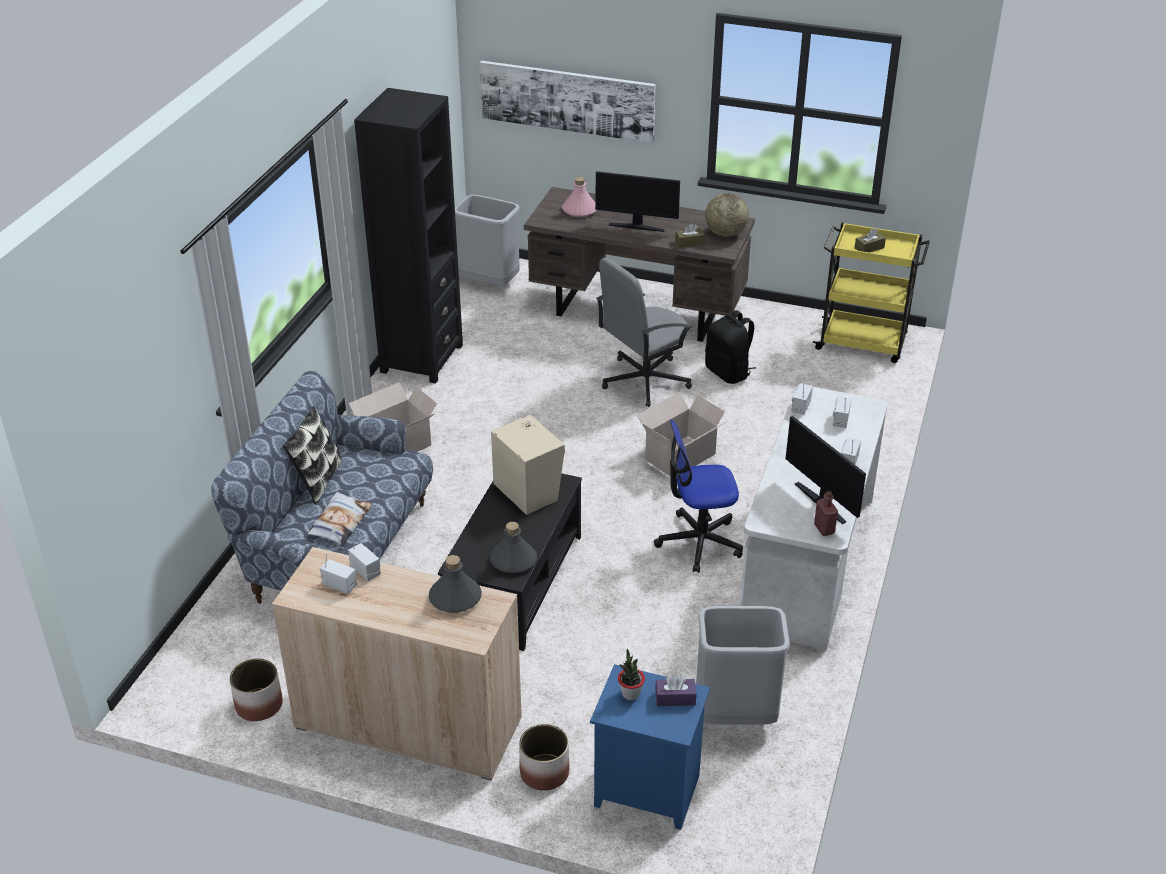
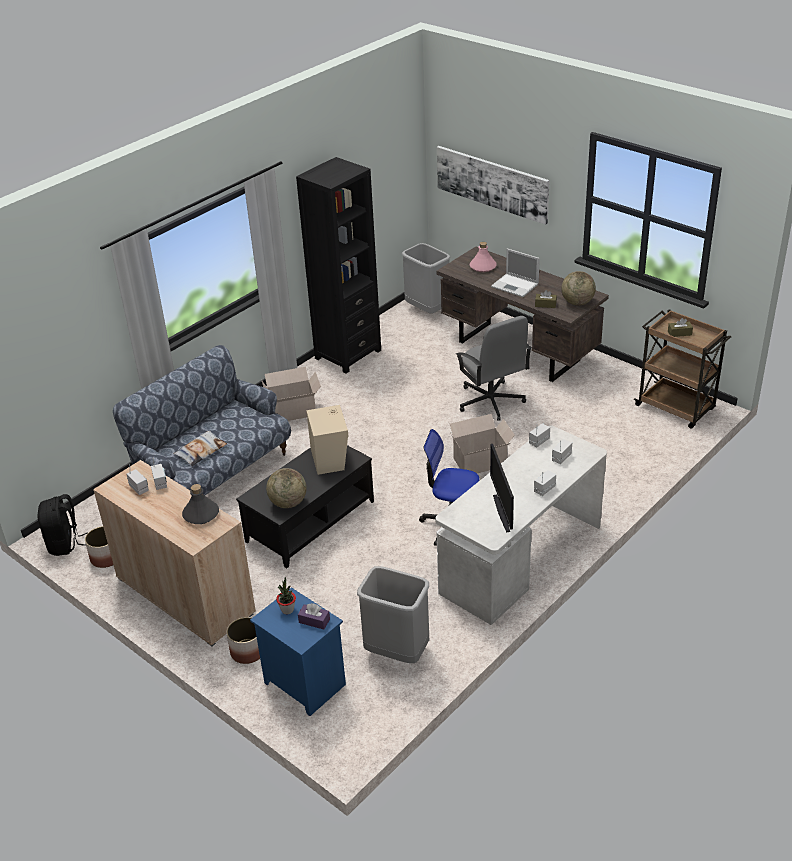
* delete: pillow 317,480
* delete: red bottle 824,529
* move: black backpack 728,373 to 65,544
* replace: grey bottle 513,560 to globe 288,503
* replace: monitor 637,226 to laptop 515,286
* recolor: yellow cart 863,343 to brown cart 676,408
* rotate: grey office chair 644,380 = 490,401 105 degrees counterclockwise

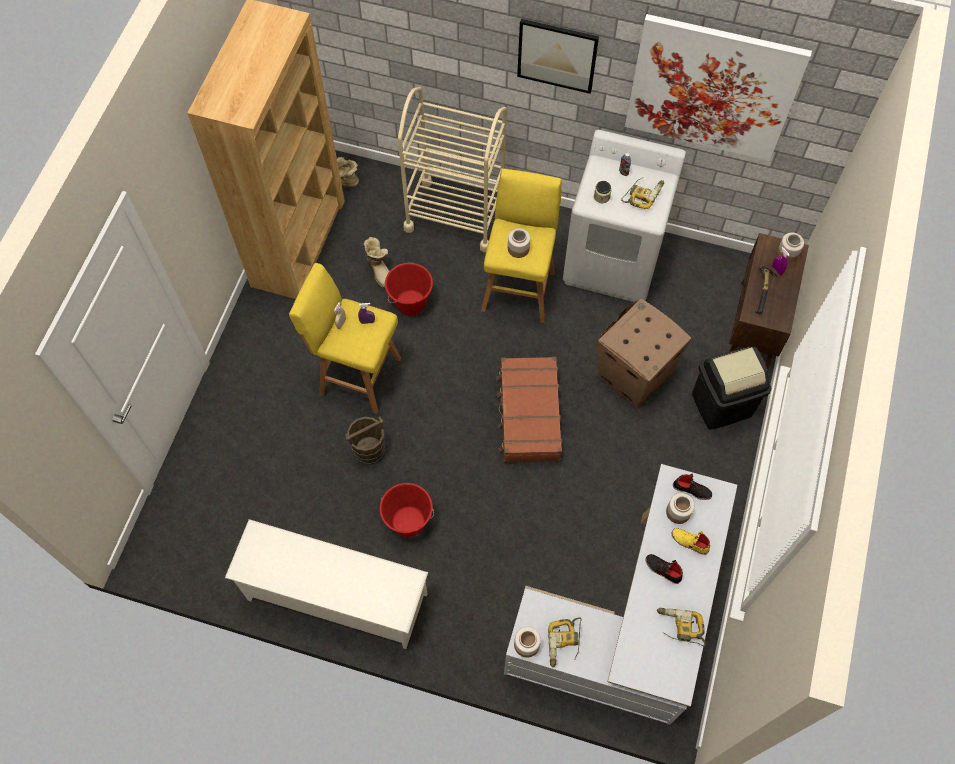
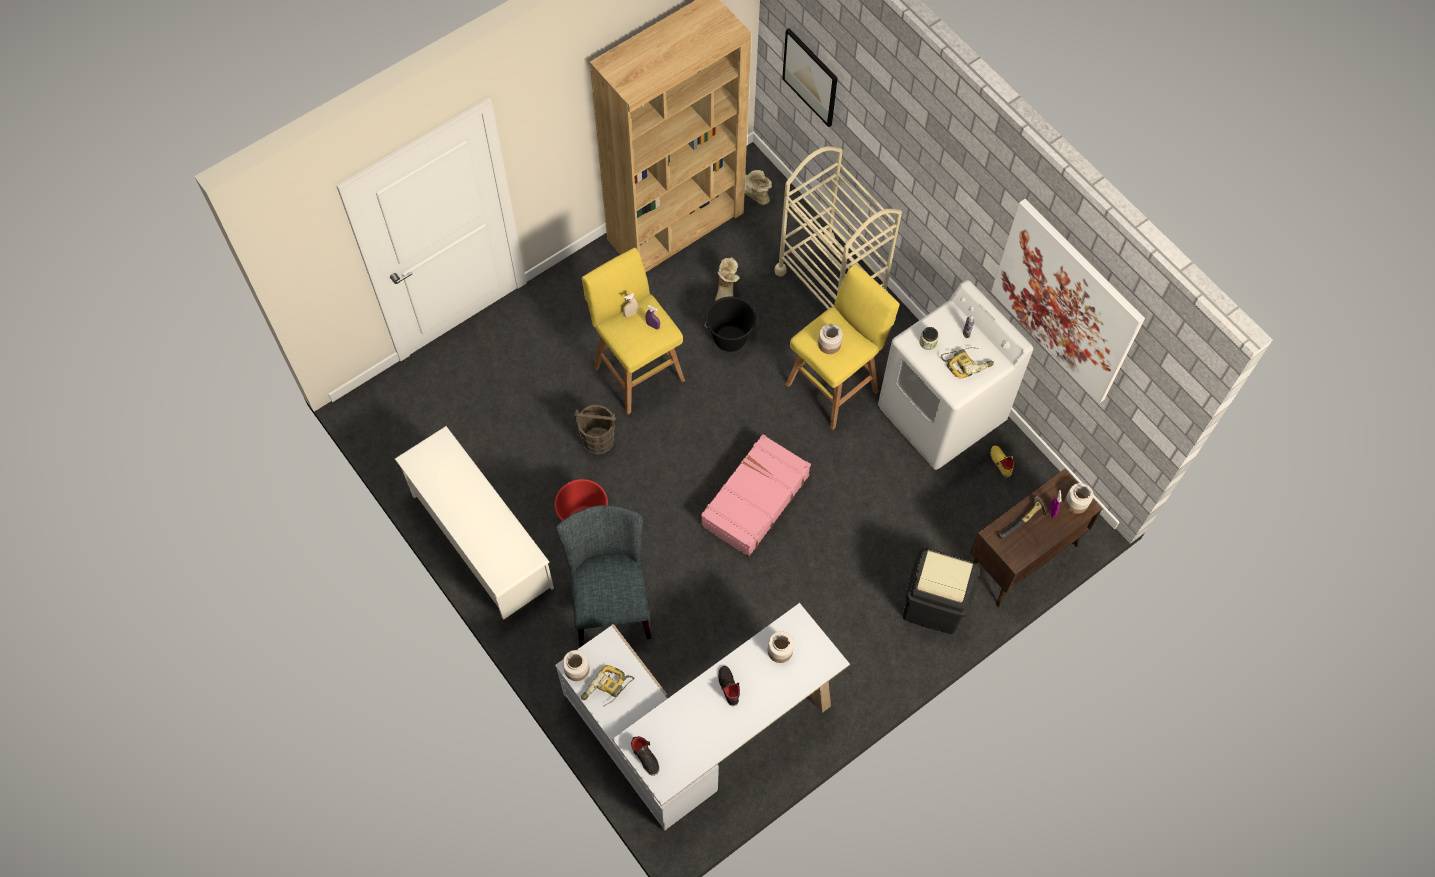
* delete: cardboard box 633,375
* delete: power drill 680,627
* insert: grey chair 610,600
* move: picture 557,55 to 810,77
* move: yellow shoe 689,542 to 1000,462
* move: black shoe 692,490 to 645,757
* recolor: red bucket 411,303 to black bucket 730,339
* recolor: brown suitcase 528,415 to pink suitcase 754,500

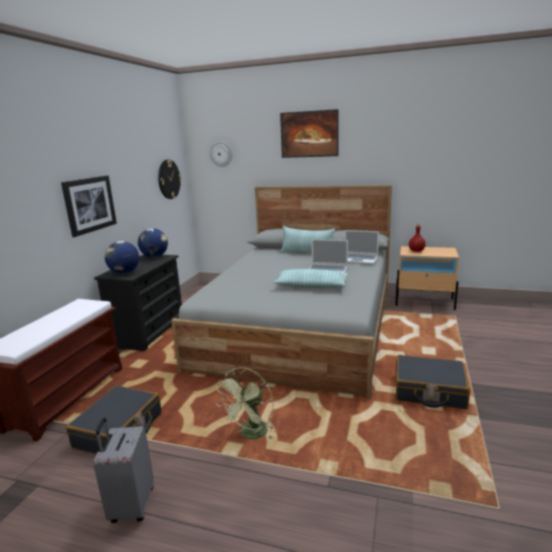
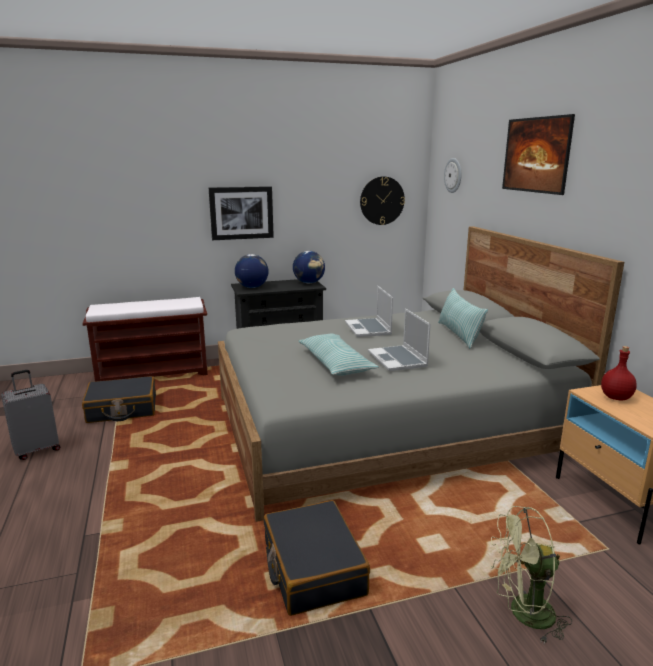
* move: green fan 251,435 to 523,614
* move: laptop 359,260 to 368,329

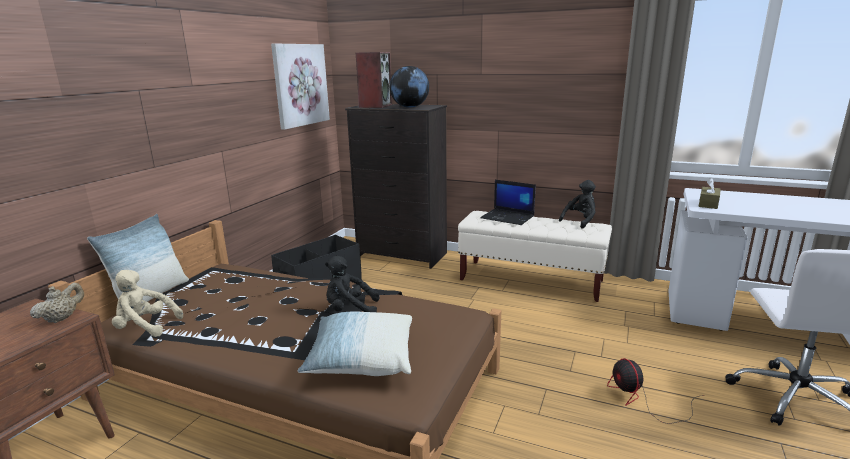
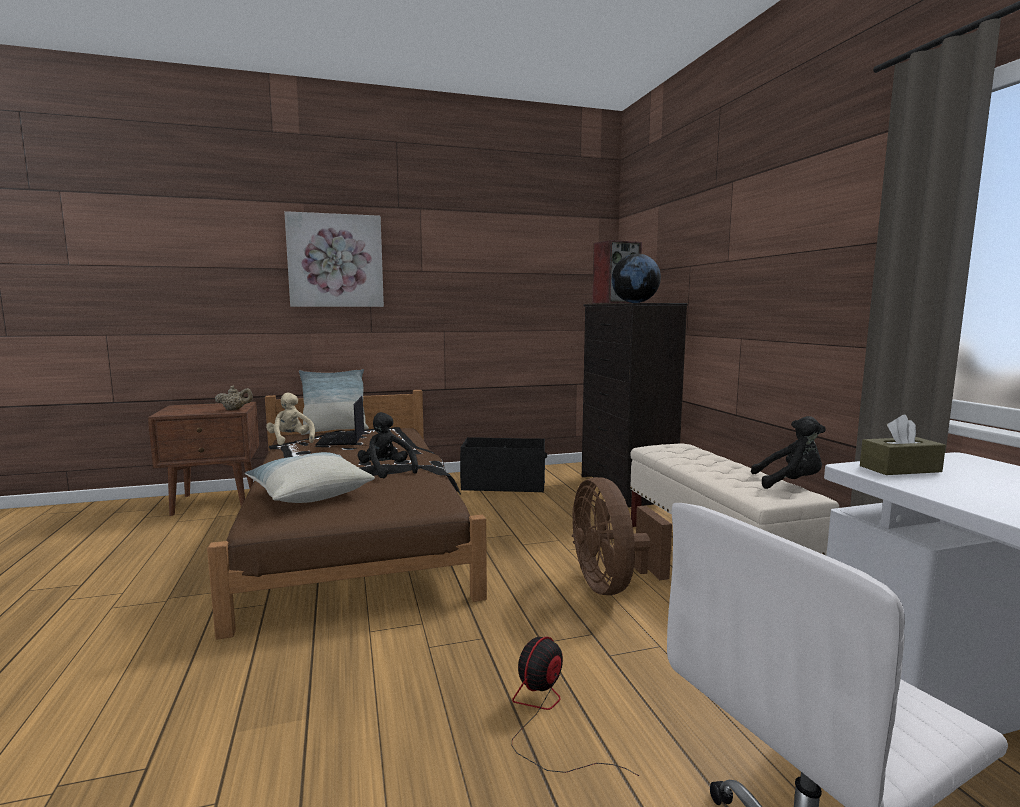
* insert: brown fan 612,585
* move: picture 300,85 to 335,261
* move: laptop 508,217 to 342,439

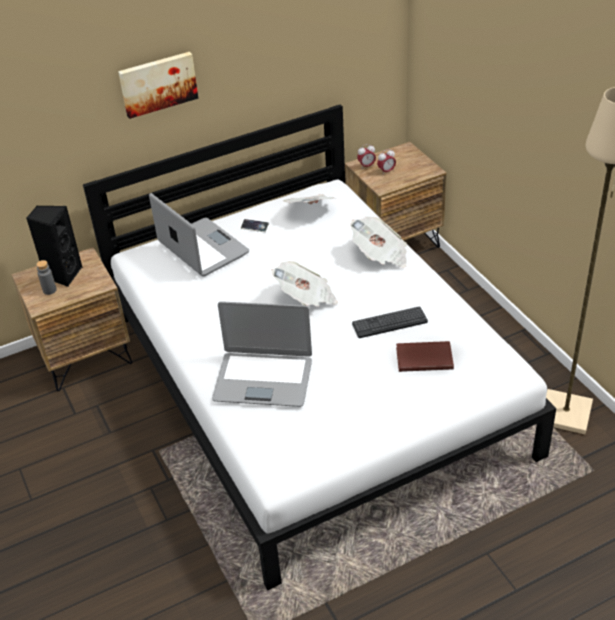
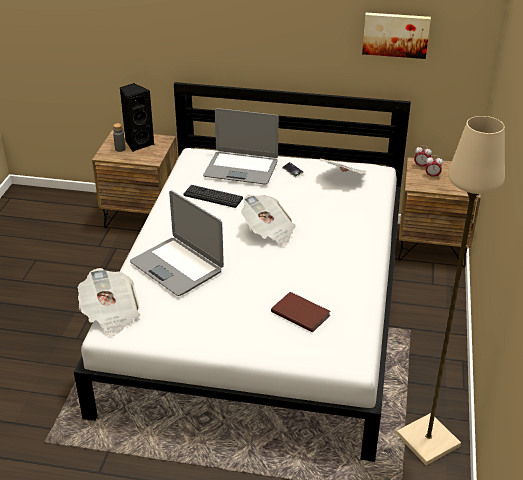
* move: picture 158,83 to 396,34
* move: newspaper 380,255 to 110,314
* move: keyboard 389,323 to 213,197
* rotate: laptop 202,249 = 241,168 105 degrees clockwise

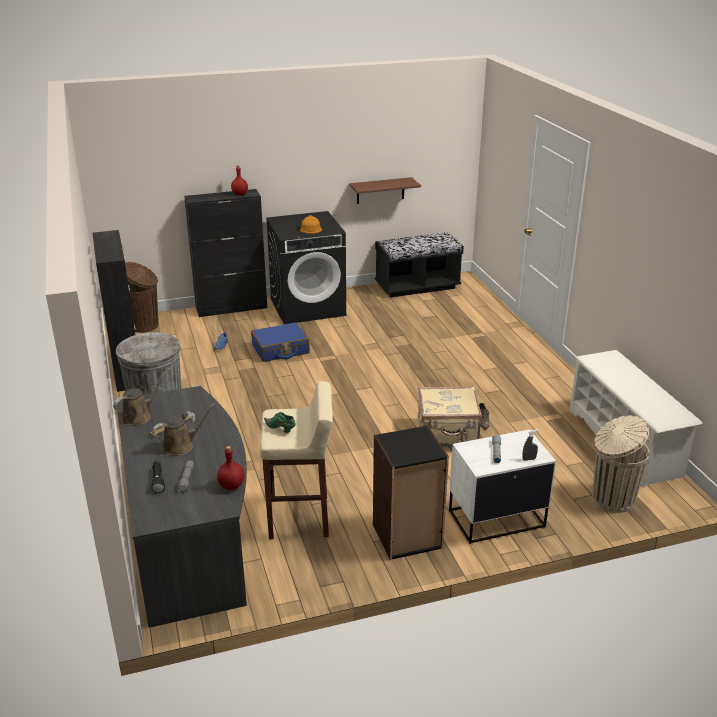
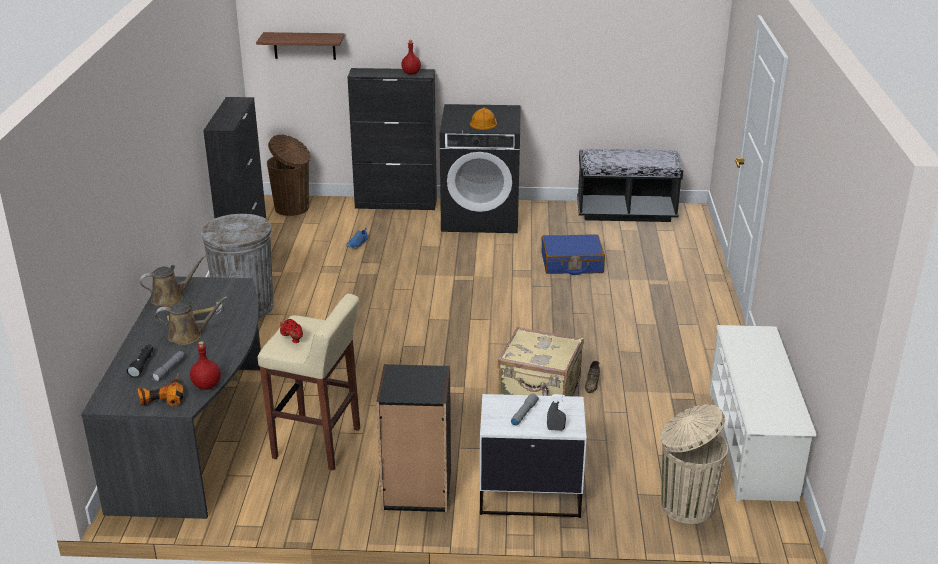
* insert: power drill 161,396
* move: blue suitcase 280,350 to 571,263
* move: shelf 380,190 to 304,45
* recolor: green shoe 280,429 to red shoe 291,338

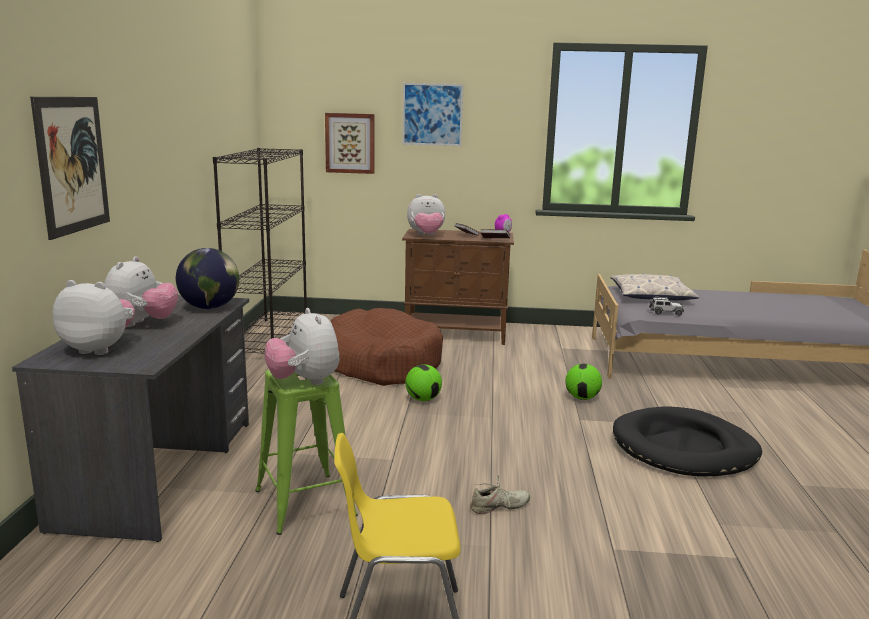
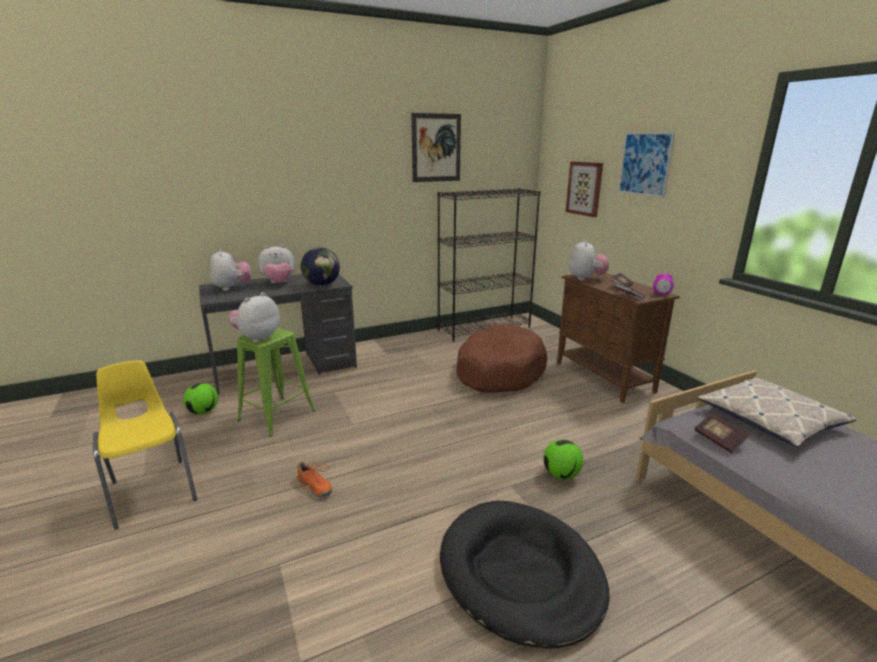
* move: picture 72,165 to 436,148
* move: football 423,399 to 203,412
* replace: toy car 665,312 to book 719,440
* recolor: beige shoe 499,507 to orange shoe 314,486
* rotate: plush toy 426,235 = 586,278 135 degrees counterclockwise

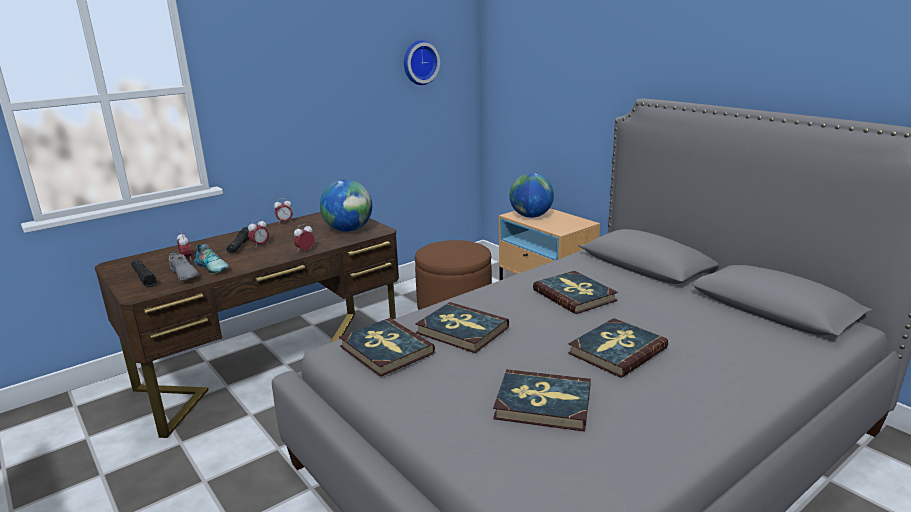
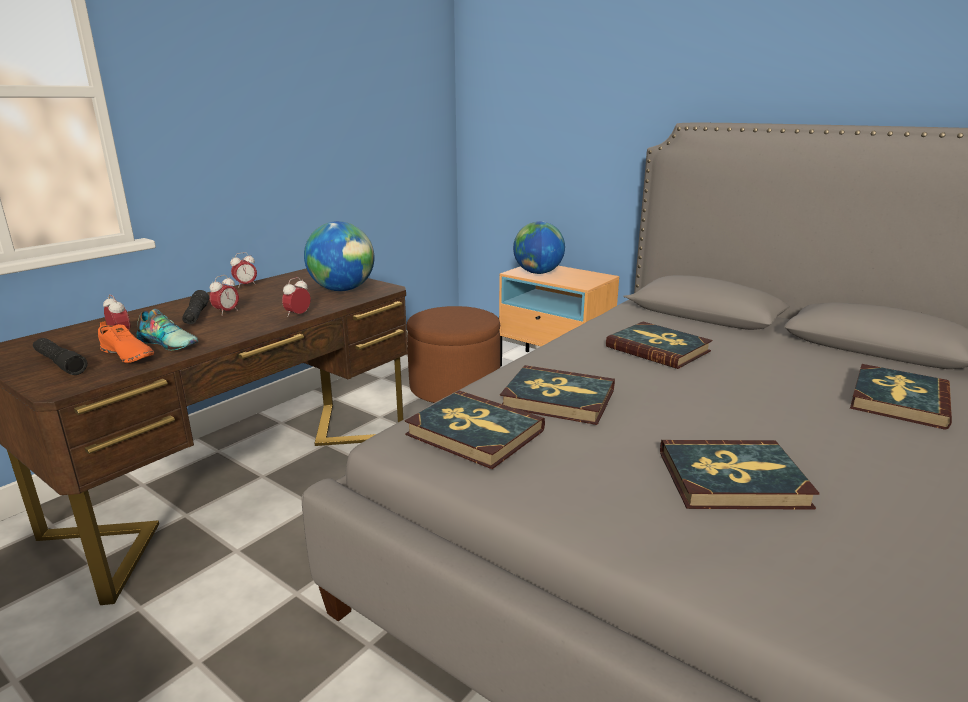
* delete: wall clock 419,62
* move: book 616,351 to 898,400
* recolor: grey shoe 184,275 to orange shoe 127,355

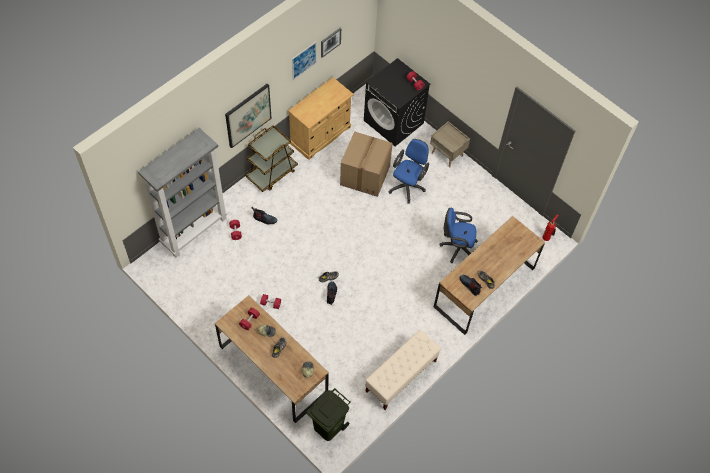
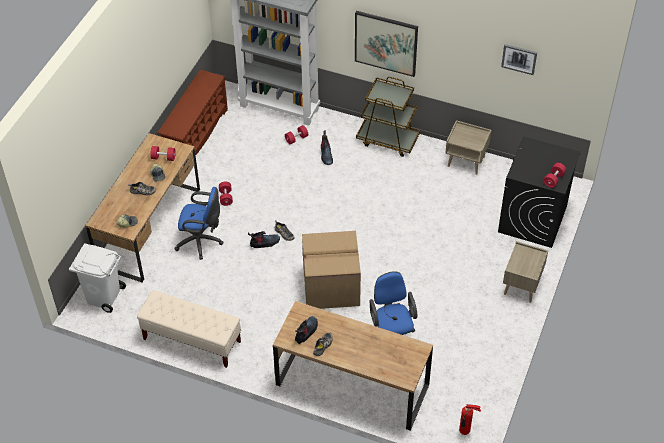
* delete: picture 304,60
* insert: brown shoe rack 196,135
* move: cardboard box 365,176 to 330,287
* move: blue office chair 408,185 to 201,242
* replace: beige cabinet 320,135 to beige nightstand 466,161
* recolor: green trash can 328,426 to white trash can 103,296

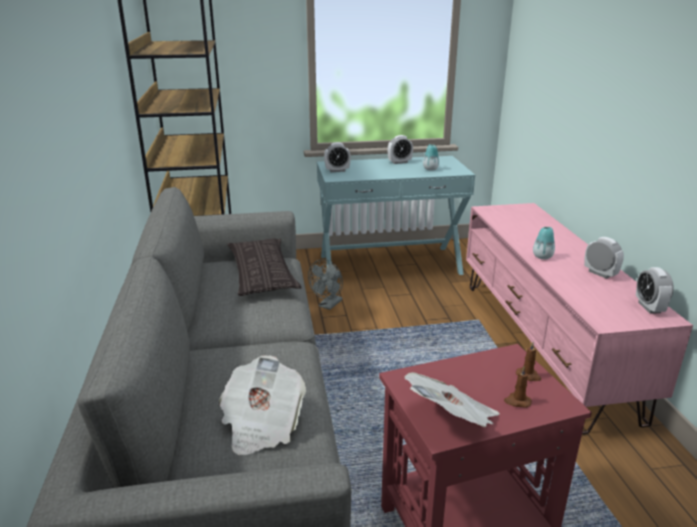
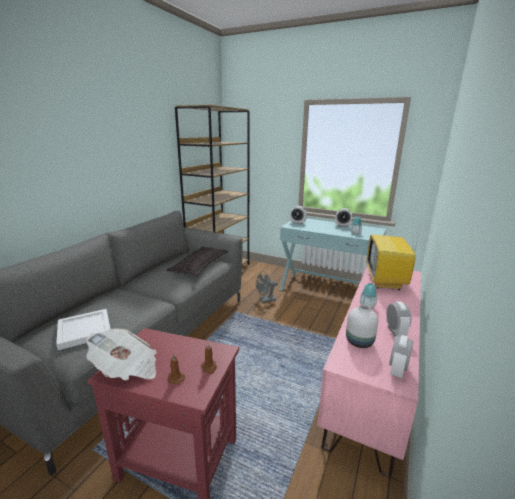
* insert: white vase 360,342
* insert: television 386,281
* replace: newspaper 262,424 to white tray 84,331

